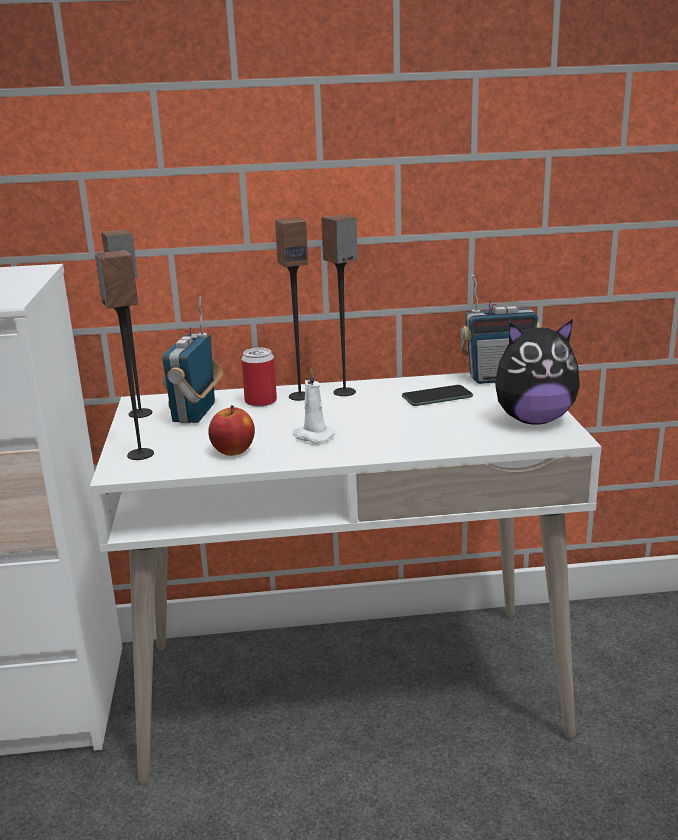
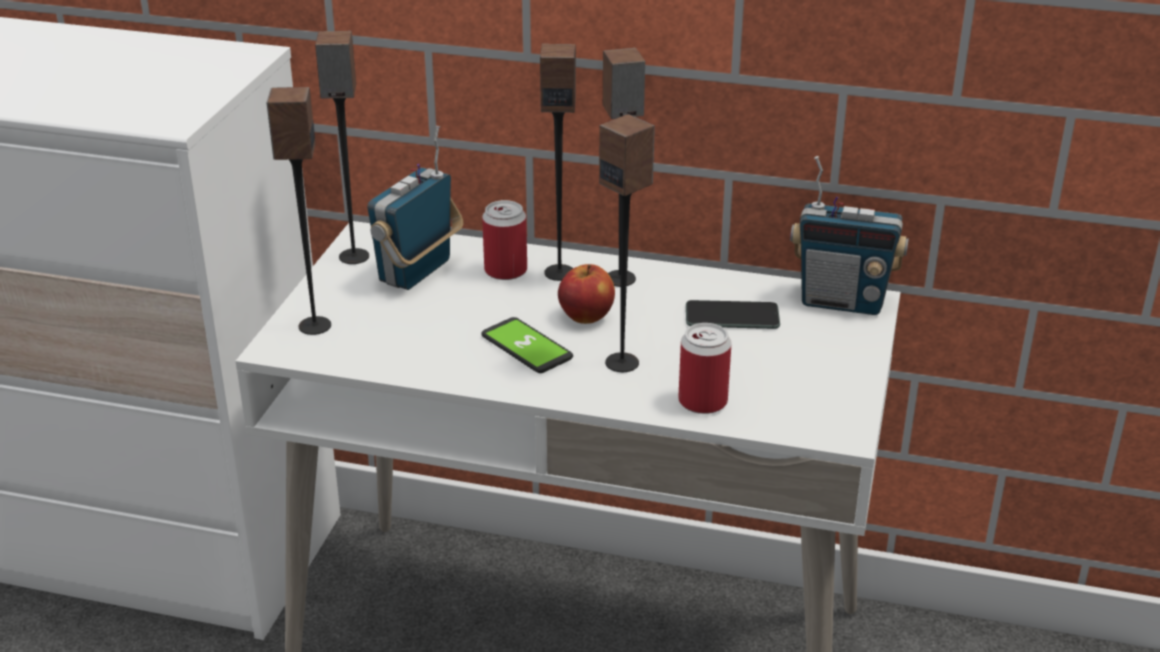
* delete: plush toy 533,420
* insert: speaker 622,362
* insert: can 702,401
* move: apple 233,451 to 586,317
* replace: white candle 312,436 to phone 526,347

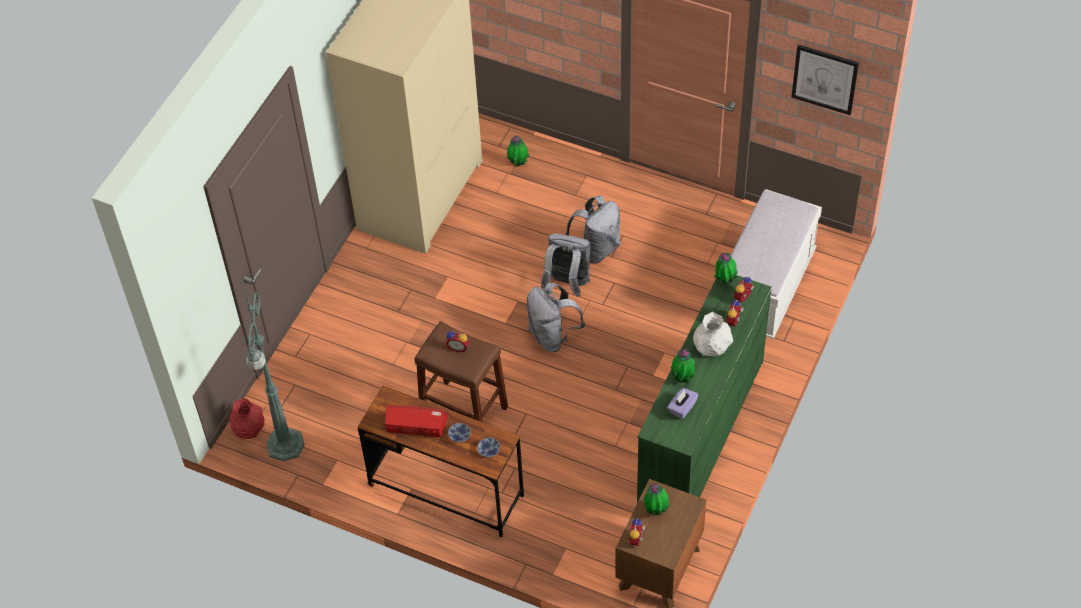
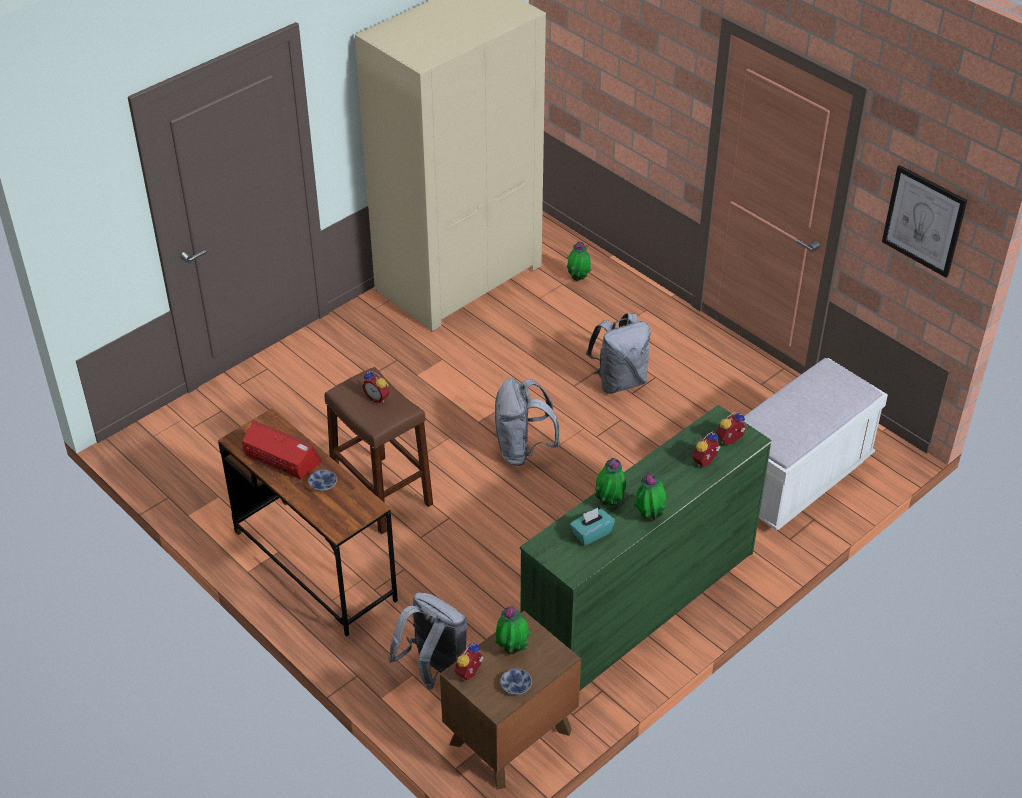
* delete: red vase 249,428
* delete: green floor lamp 284,446
* delete: white vase 712,347
* move: bowl 489,449 to 517,685
* move: grey backpack 567,284 to 434,668
* move: potted plant 725,280 to 649,516
* recolor: purple tissue box 682,408 to turquoise tissue box 591,533

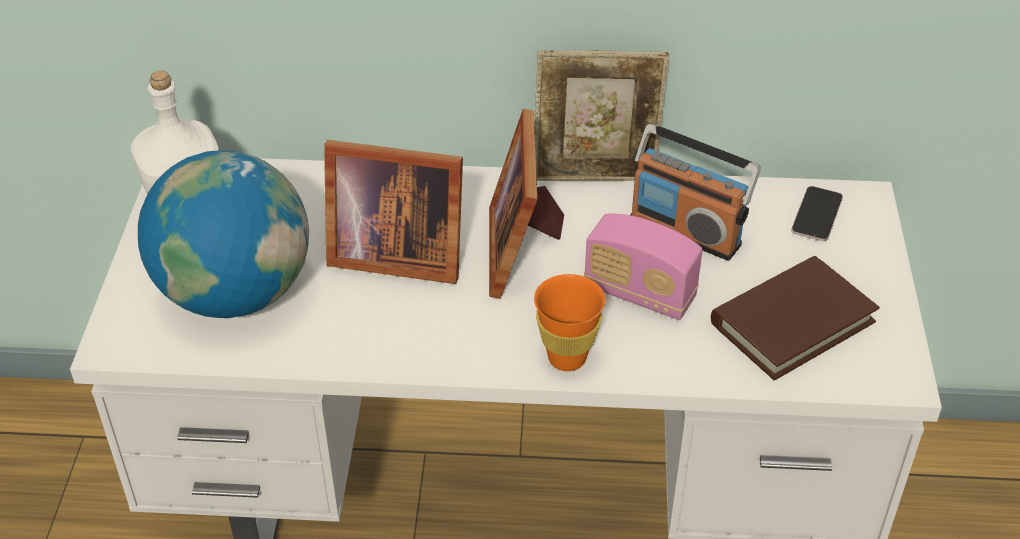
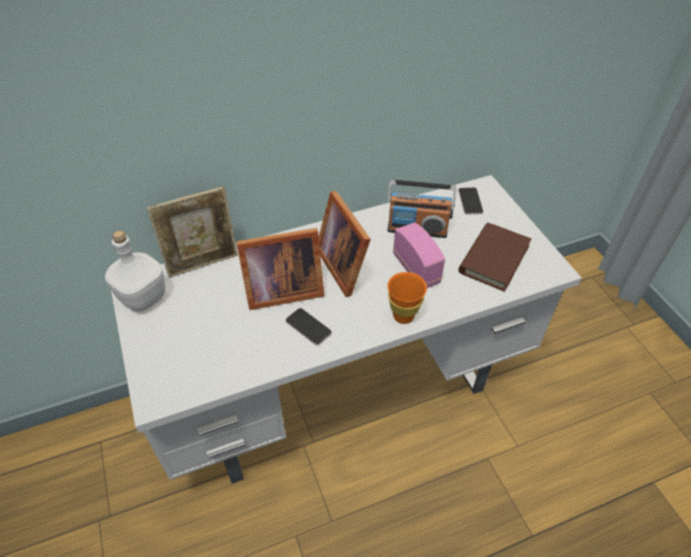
* delete: globe 235,293
* insert: phone 308,327
* move: picture frame 595,176 to 203,263
* rotate: radio 639,293 = 416,269 120 degrees counterclockwise

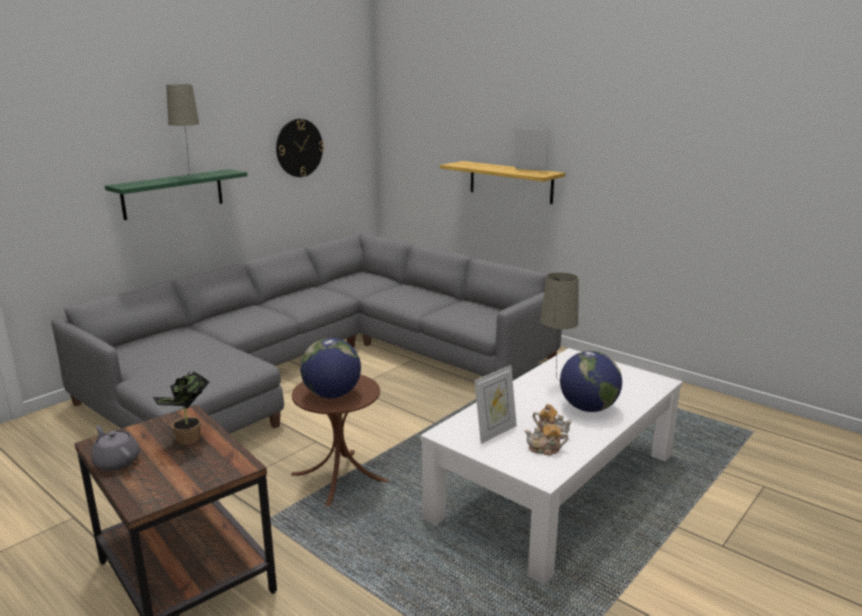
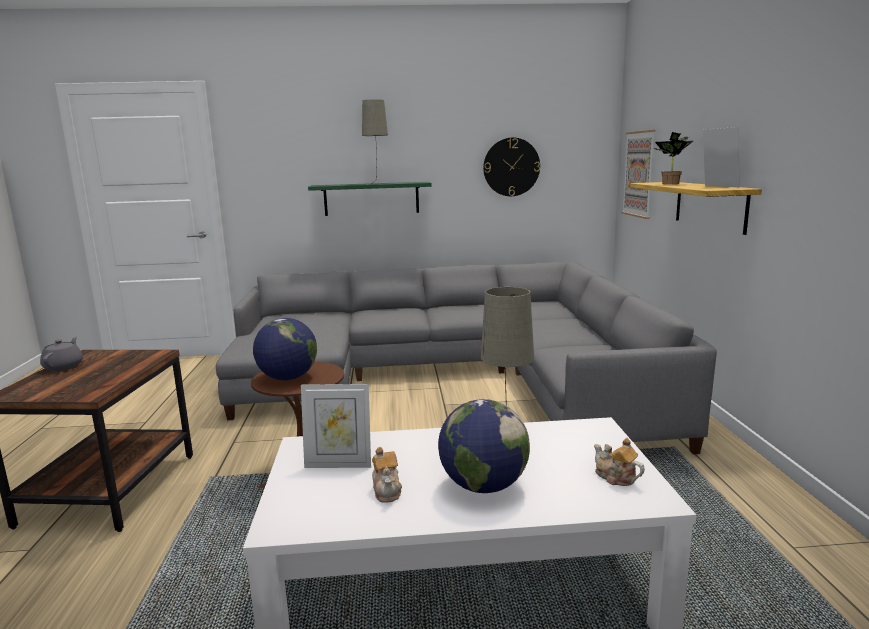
* insert: picture 639,174
* move: potted plant 188,440 to 670,184
* move: teapot 545,449 to 615,477

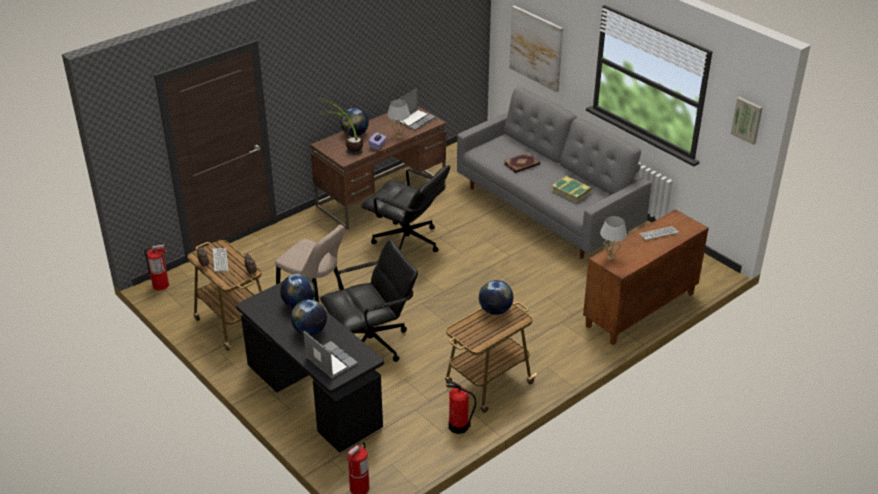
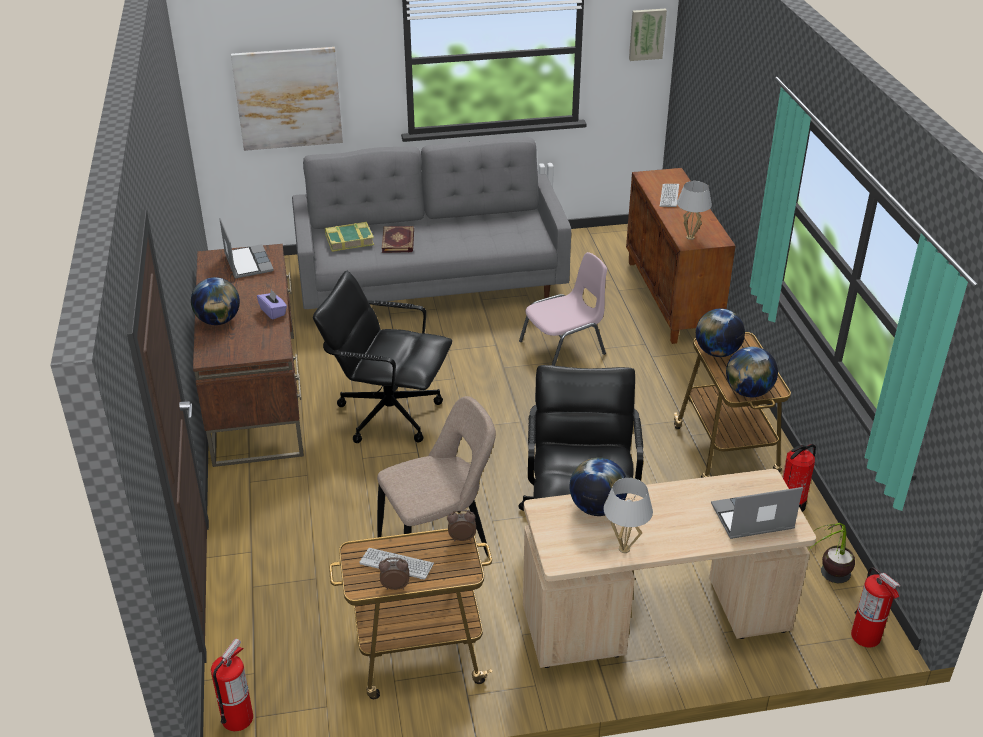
* insert: pink chair 564,348
* move: globe 310,331 to 748,392
* move: potted plant 345,149 to 826,582
* move: white table lamp 399,136 to 624,549
* move: book 571,191 to 349,240
* recolor: black desk 313,397 to beige desk 655,620
* rotate: black office chair 407,242 = 388,413 135 degrees counterclockwise

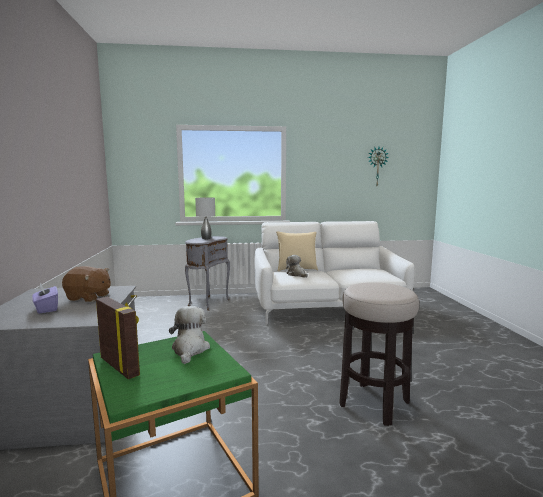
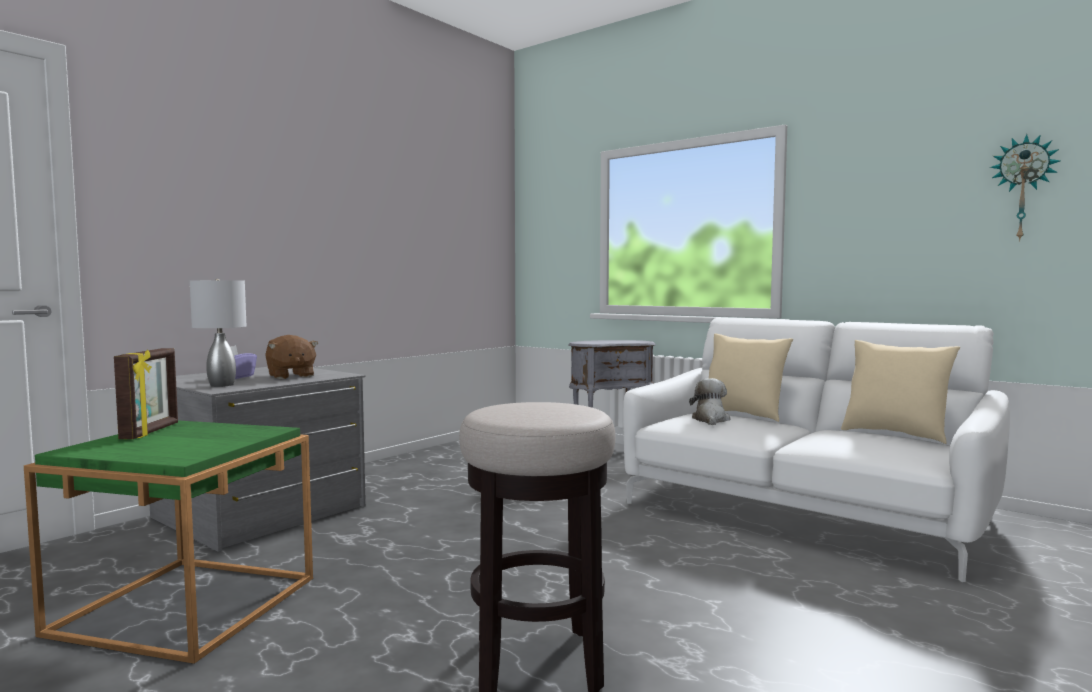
* delete: plush toy 189,349
* insert: beige pillow 895,434
* move: grey table lamp 206,238 to 222,385

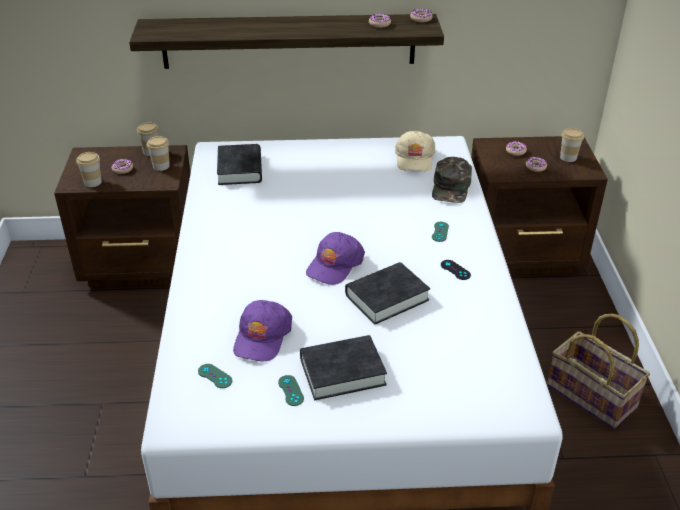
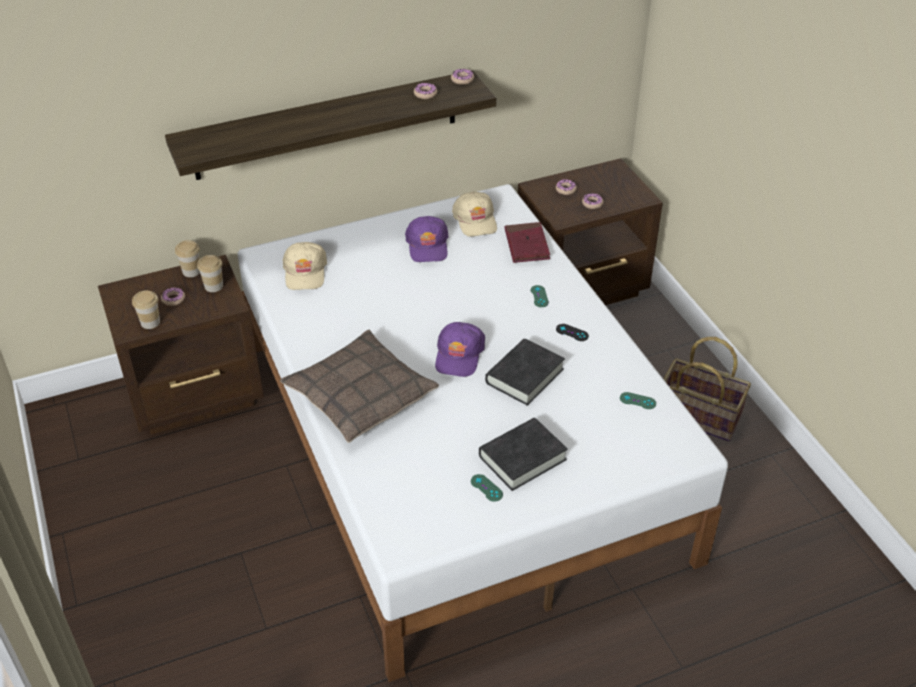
* delete: cup 568,157
* insert: pillow 360,395
* move: green game controller 215,376 to 637,401
* move: purple cap 262,336 to 427,245
* replace: black book 240,169 to beige cap 305,272
* replace: green cap 451,187 to red book 526,245

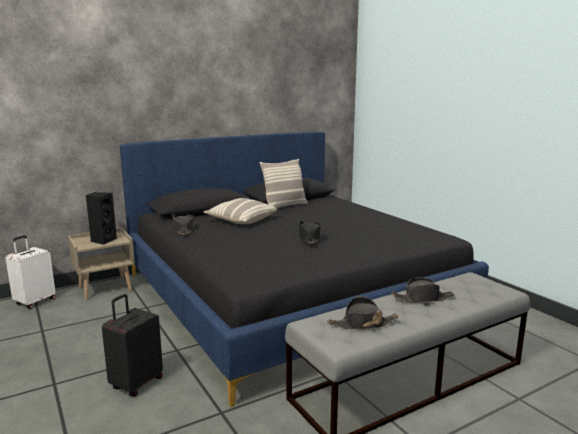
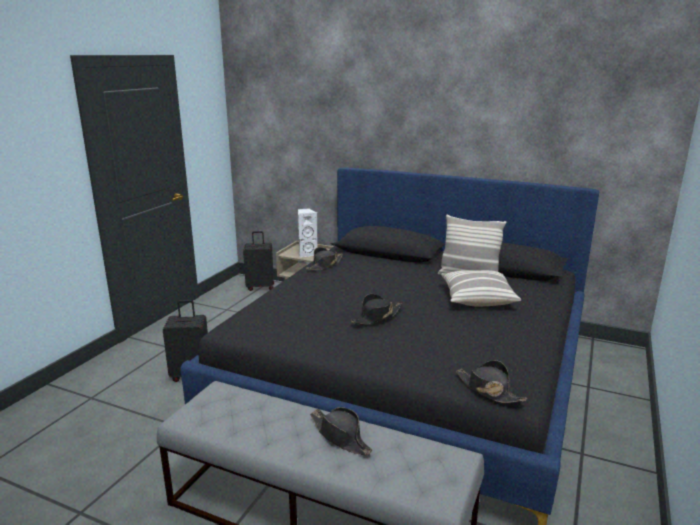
* move: pillow 241,221 to 477,298
* move: black hat 362,324 to 488,390
* recolor: white suitcase 35,302 to black suitcase 260,287
* recolor: black speaker 103,240 to white speaker 307,253

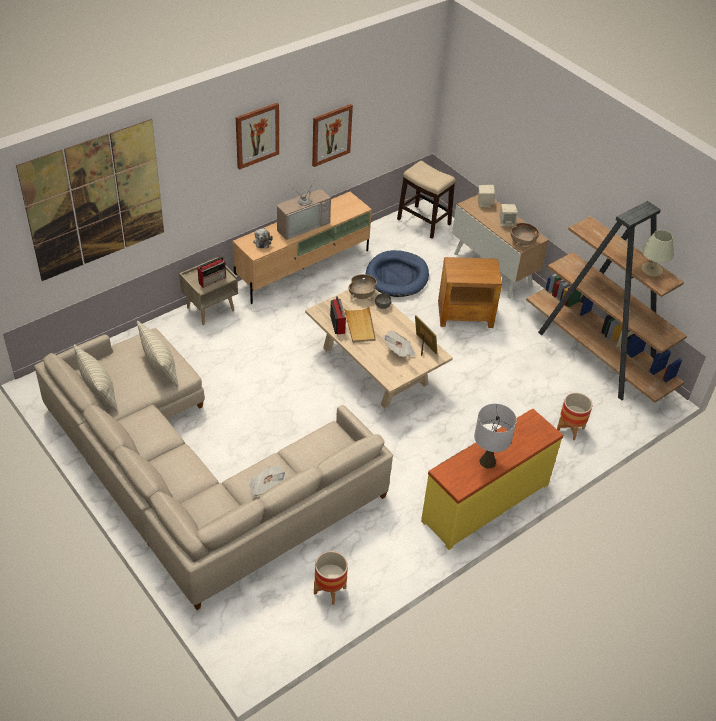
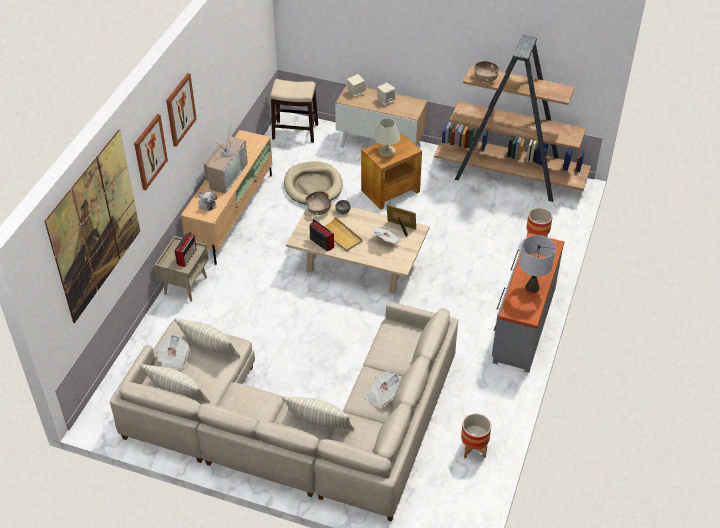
* insert: newspaper 173,360
* insert: pillow 318,423
* move: picture 331,134 to 149,151
* move: brown bowl 522,241 to 485,78
* move: beige table lamp 651,270 to 386,151
* recolor: blue dog bed 397,276 to beige dog bed 313,186
* recolor: yellow dresser 484,501 to grey dresser 523,324

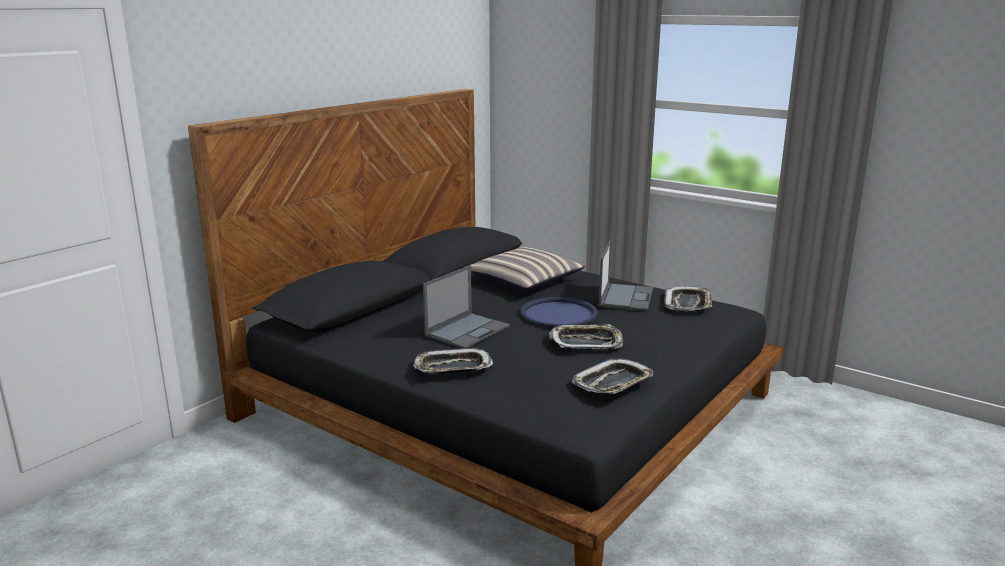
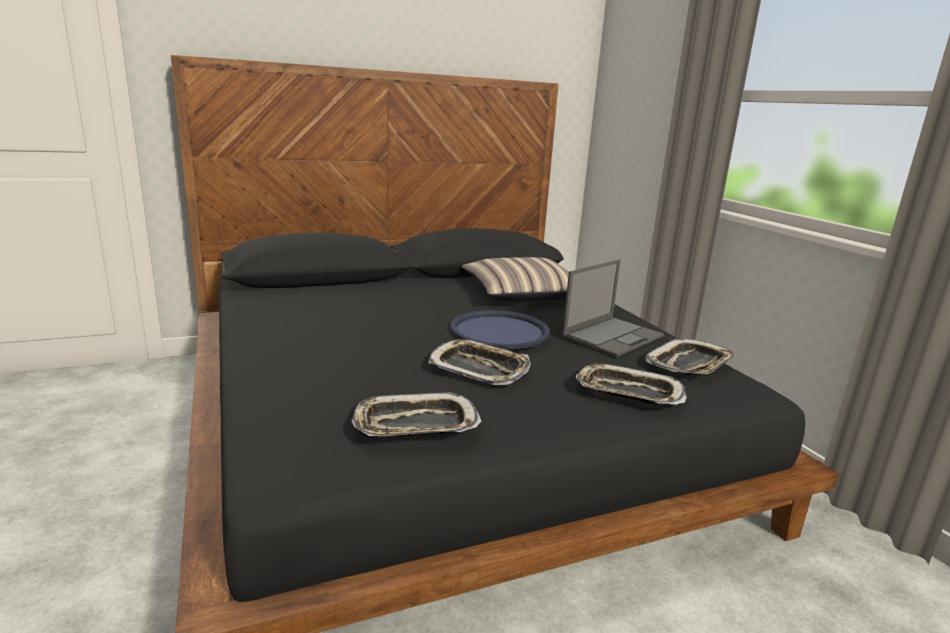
* delete: laptop 468,330
* move: tray 452,367 to 628,392

